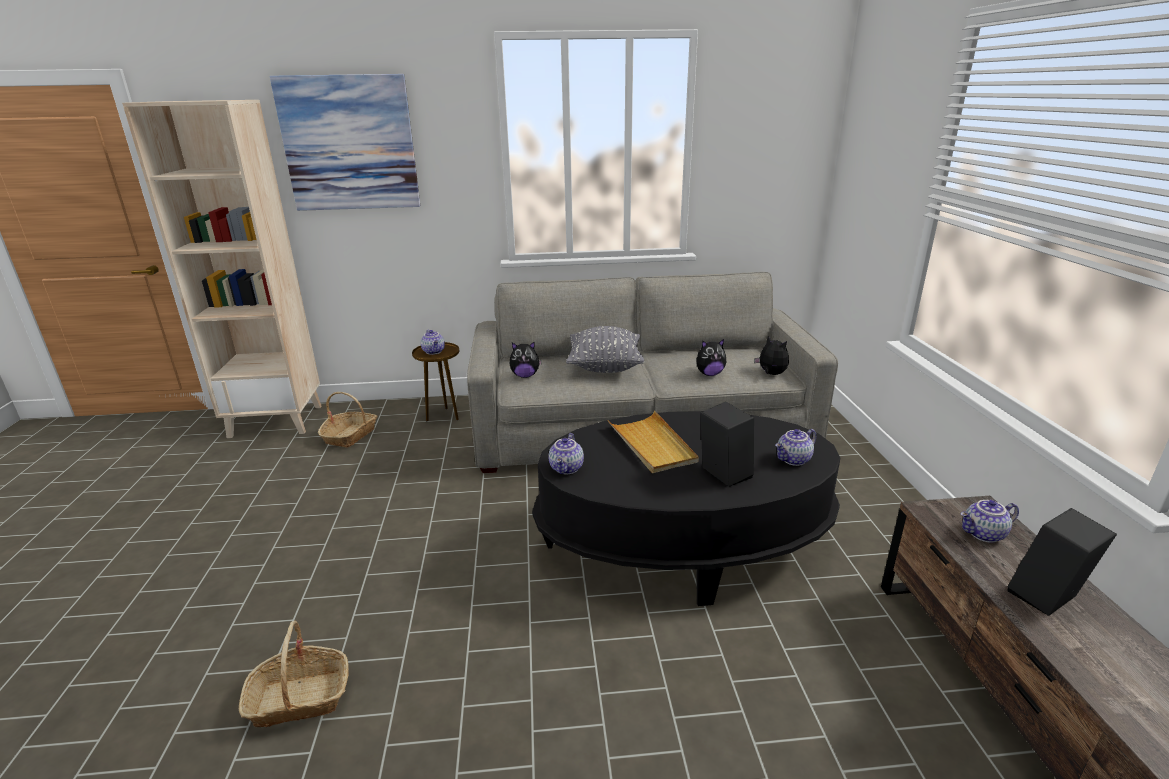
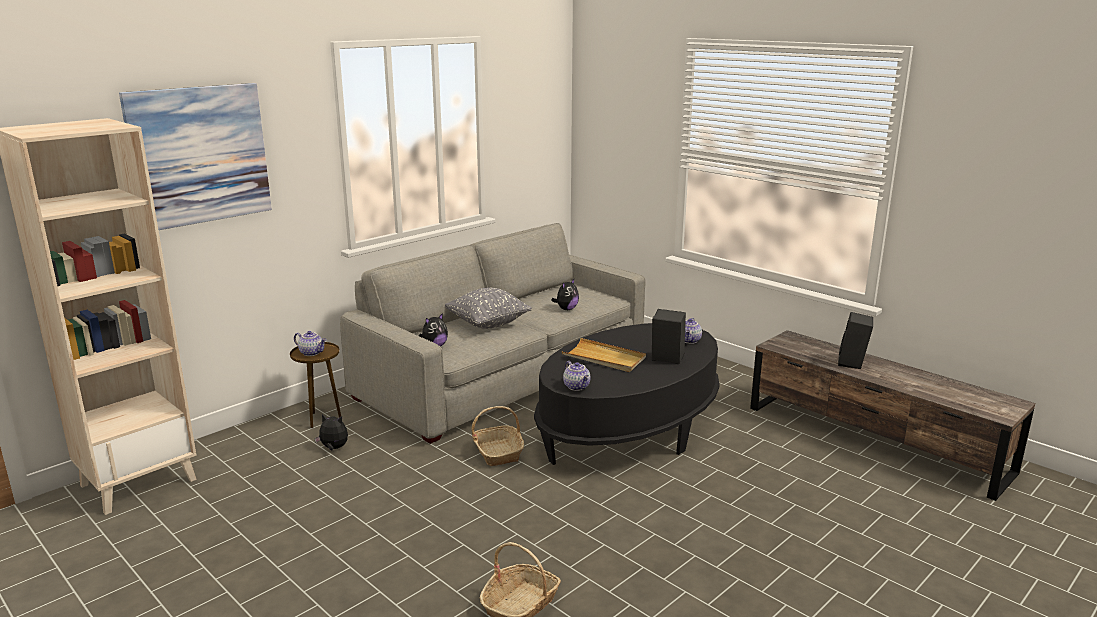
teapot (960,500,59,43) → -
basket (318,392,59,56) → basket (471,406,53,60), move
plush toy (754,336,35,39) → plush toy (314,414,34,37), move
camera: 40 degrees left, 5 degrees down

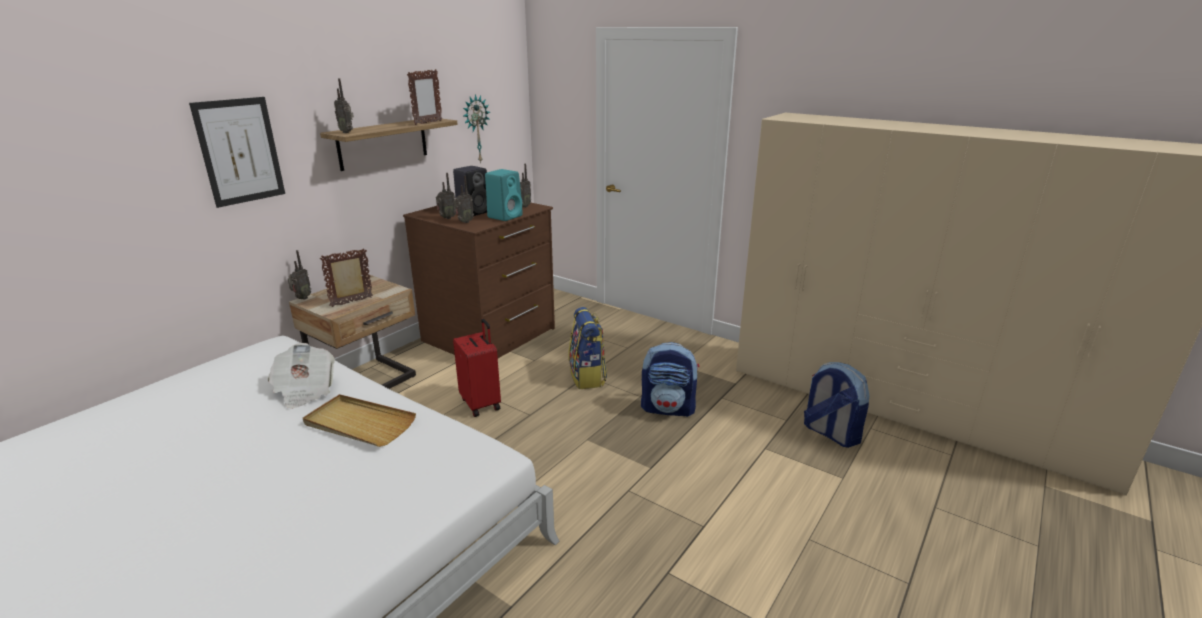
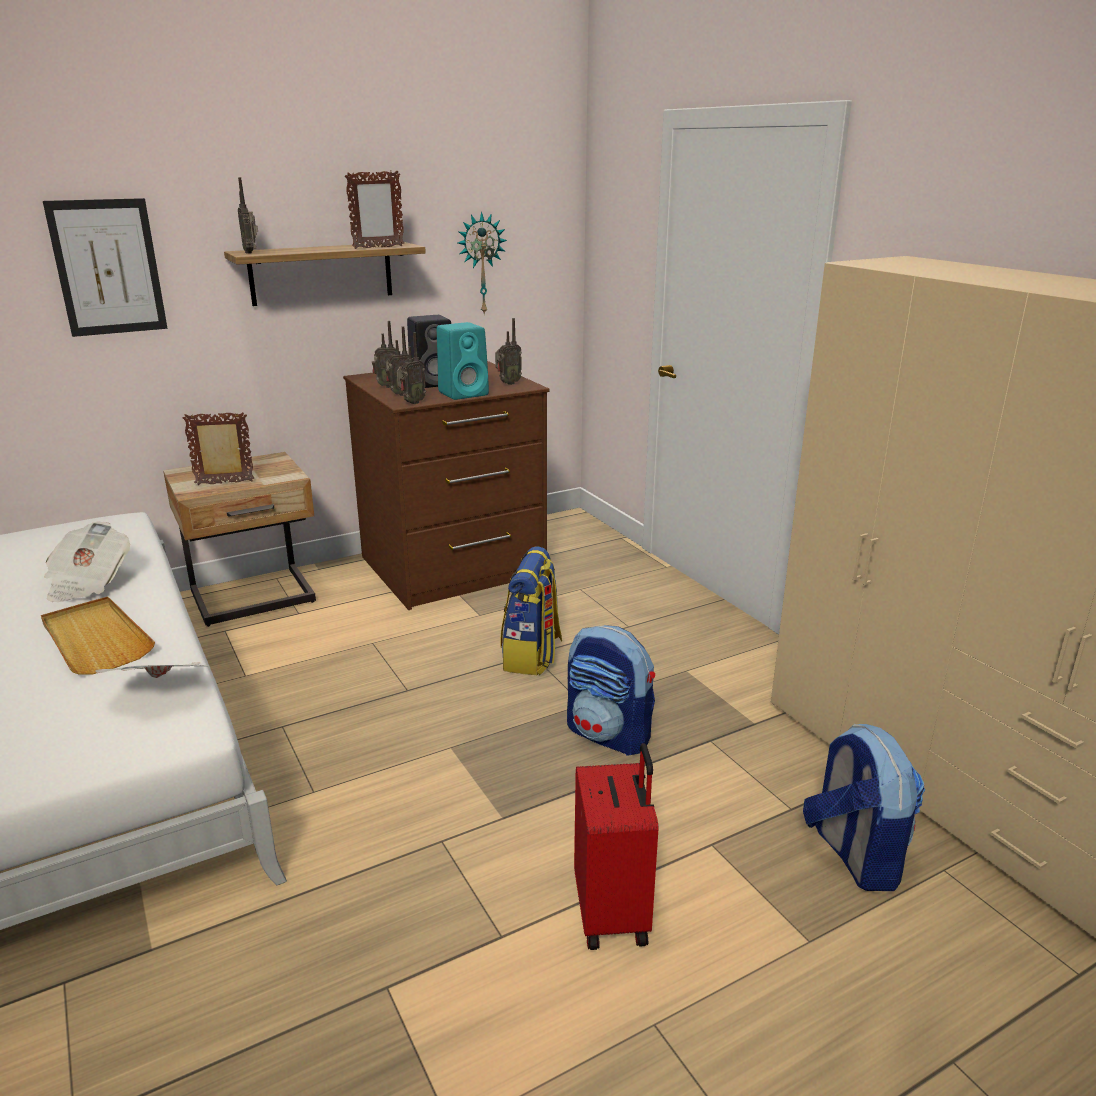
- → newspaper (95,662,114,16)
radio (288,250,23,50) → radio (397,332,29,72), move
red suitcase (453,319,48,98) → red suitcase (574,743,84,207), move
camera: 25 degrees right, 0 degrees up

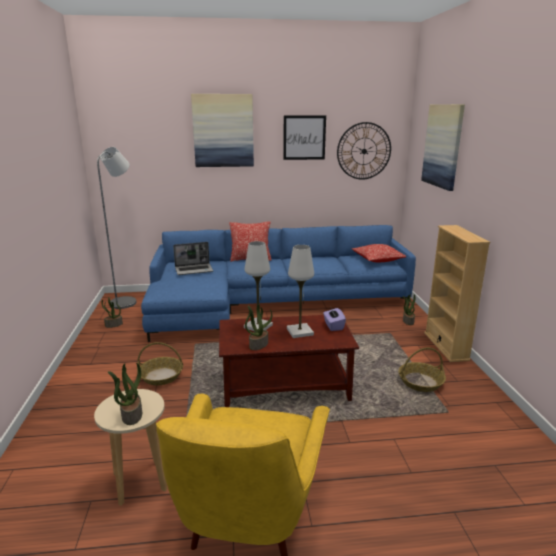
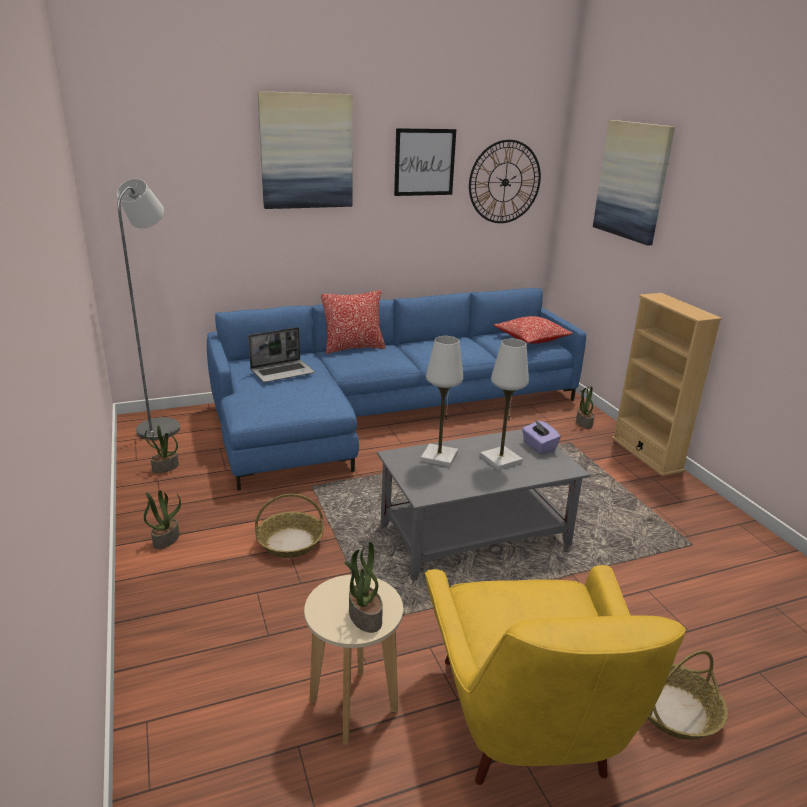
potted plant (245,304,27,46) → potted plant (144,490,37,59), move
basket (398,348,48,44) → basket (647,650,81,90), move
brown coffee table (219,315,140,92) → grey coffee table (377,429,213,152)
camera: 15 degrees left, 5 degrees up

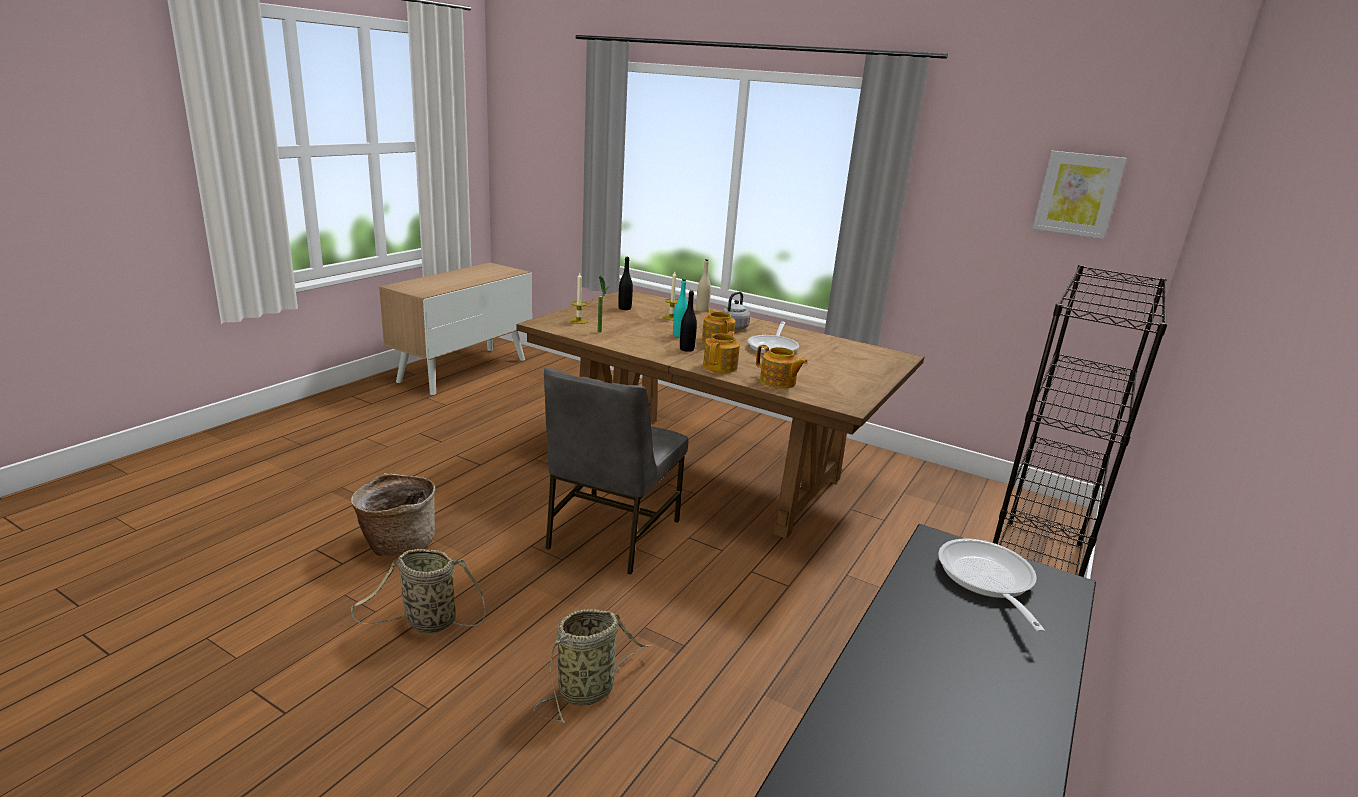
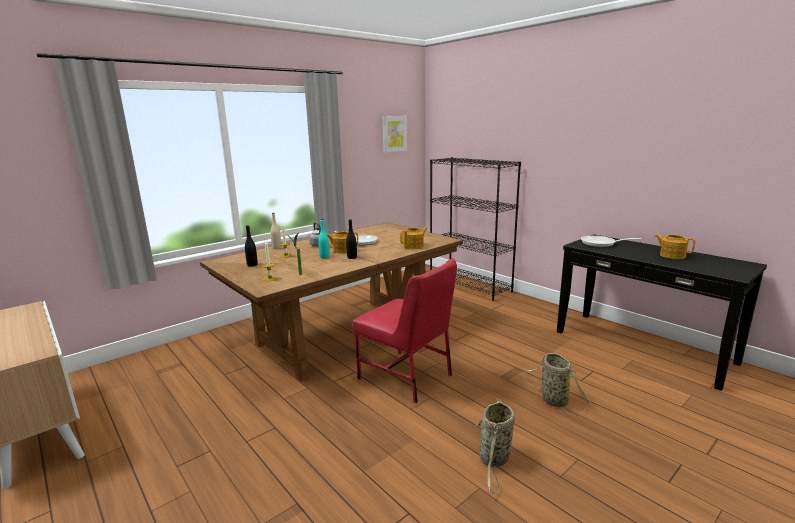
basket (351,473,84,84) → -
teapot (703,331,37,42) → teapot (655,234,40,25), move
grey chair (544,367,145,208) → red chair (353,259,104,144)
camera: 70 degrees left, 5 degrees down

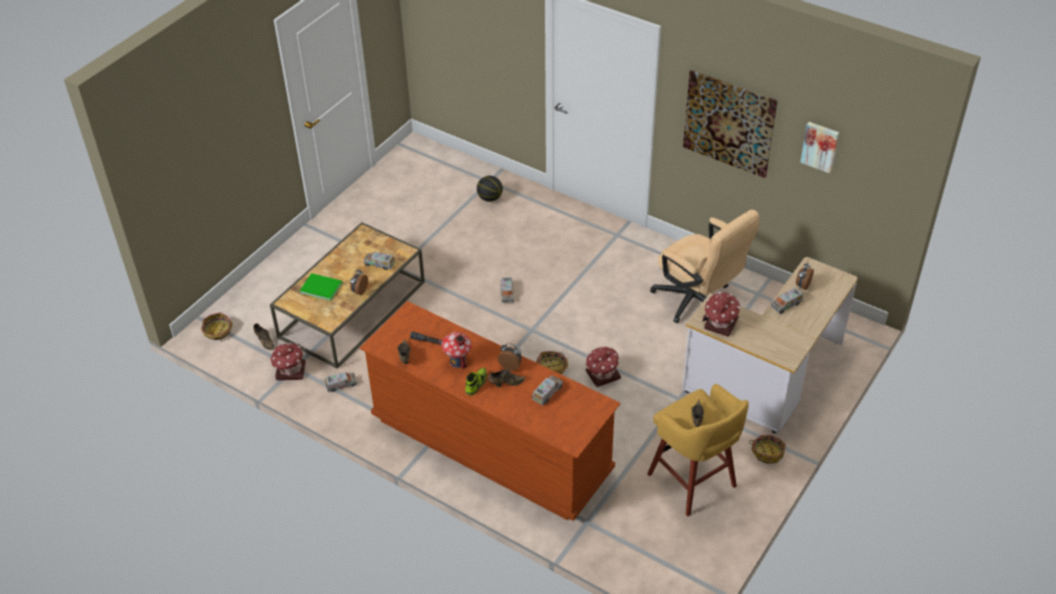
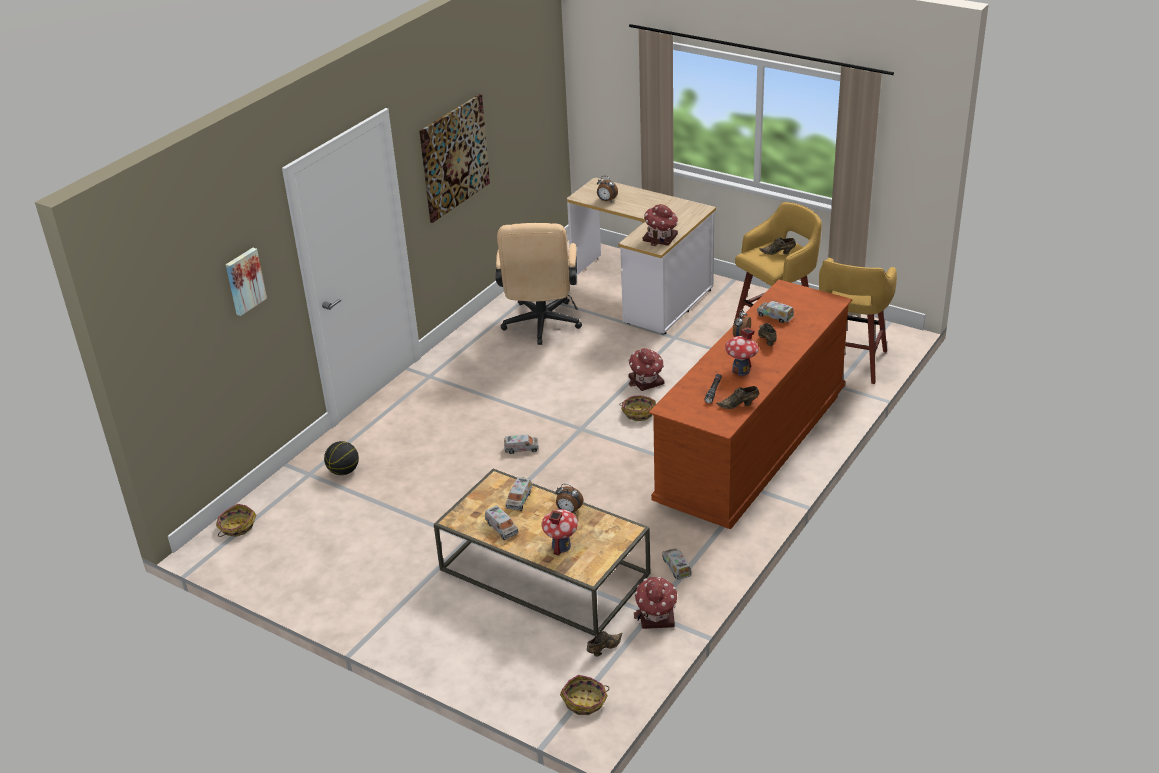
shoe (465,368,22,28) → -
- → yellow stool (819,257,78,127)
basket (749,435,37,29) → basket (216,504,40,33), move
toy truck (770,288,33,26) → toy truck (485,505,33,35), move
picture (800,122,39,51) → picture (226,248,41,68), move
green book (300,273,43,28) → toy house (541,509,37,46)
beige office chair (650,210,110,113) → beige office chair (495,223,87,122), 135 degrees clockwise
camera: 90 degrees left, 10 degrees down

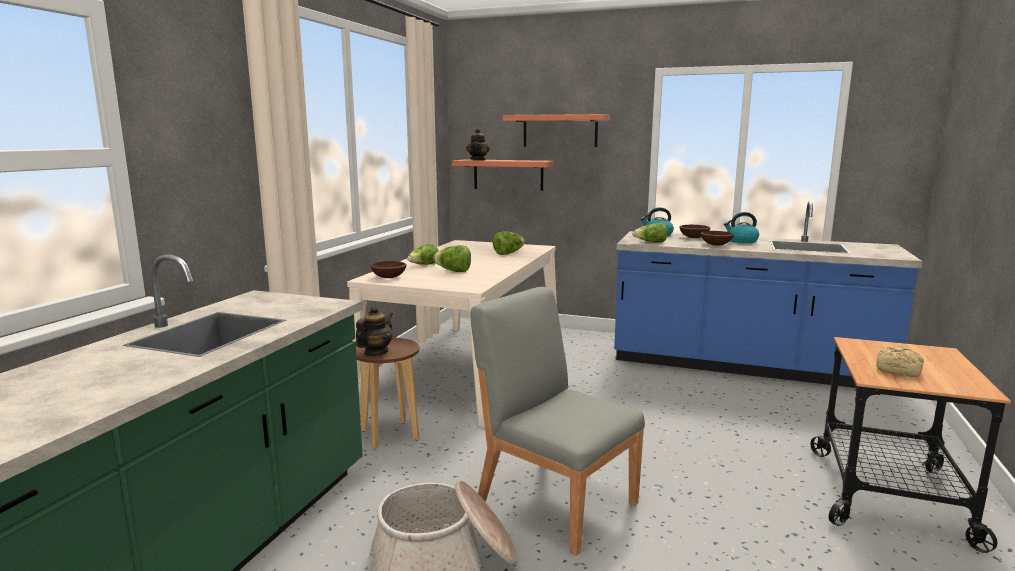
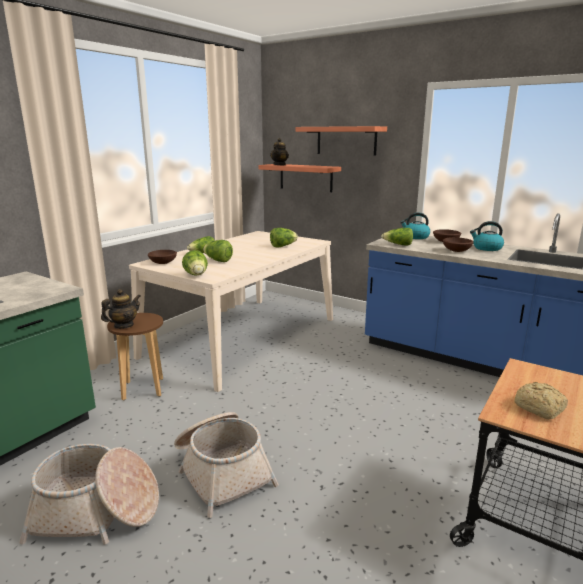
- → lettuce (182,250,26,26)
grey chair (470,287,175,269) → basket (174,412,105,106)
camera: 15 degrees right, 5 degrees up

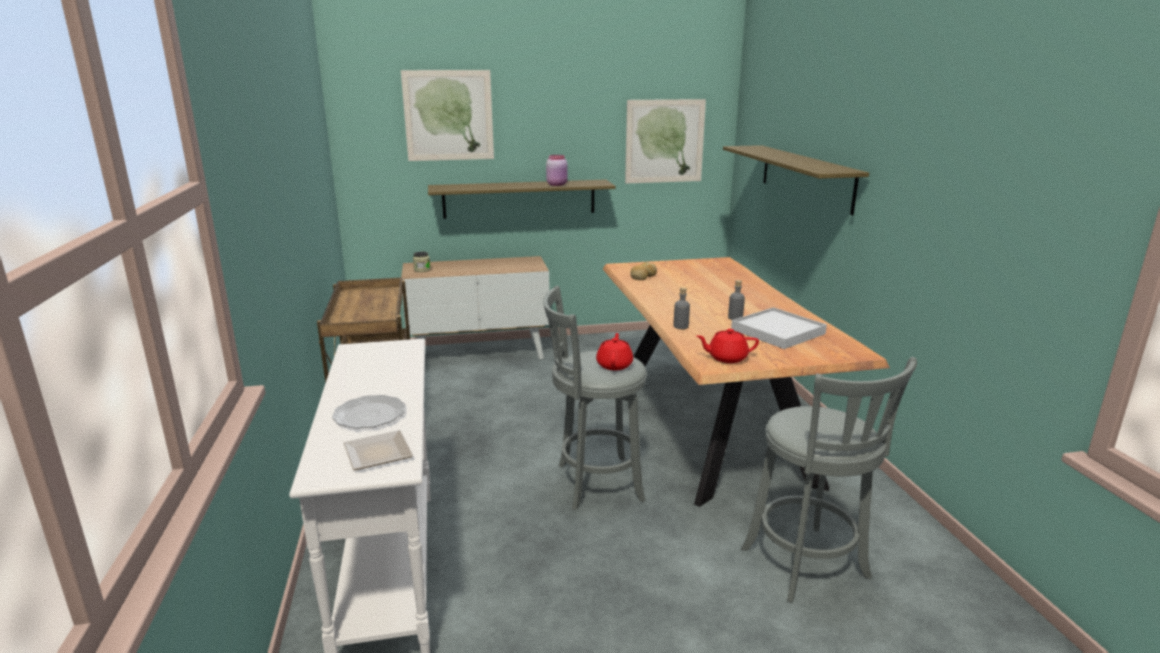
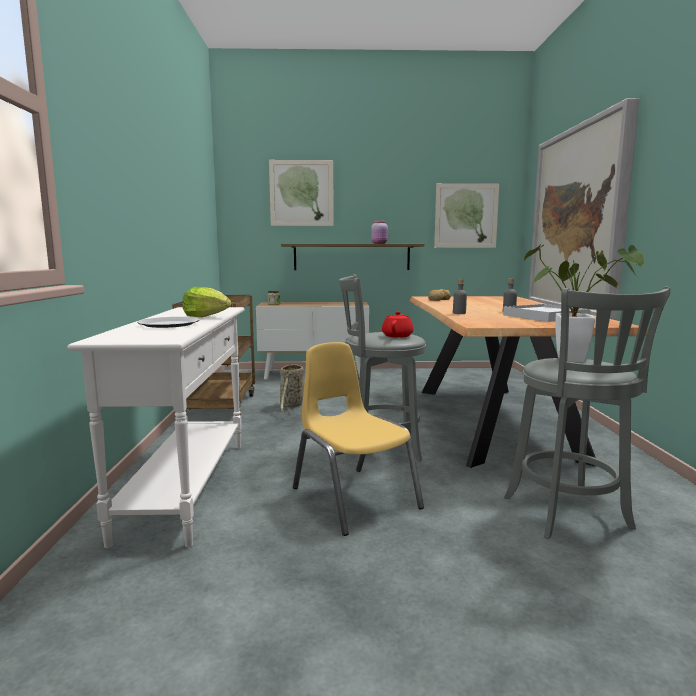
plate (344,430,69,41) → -
red teapot (697,329,62,34) → -
- → lettuce (183,287,48,30)
- → basket (280,364,24,49)
- → yellow chair (293,342,131,194)
- → potted plant (524,244,121,119)
shelf (723,145,146,70) → picture (529,98,110,222)
camera: 10 degrees right, 10 degrees down

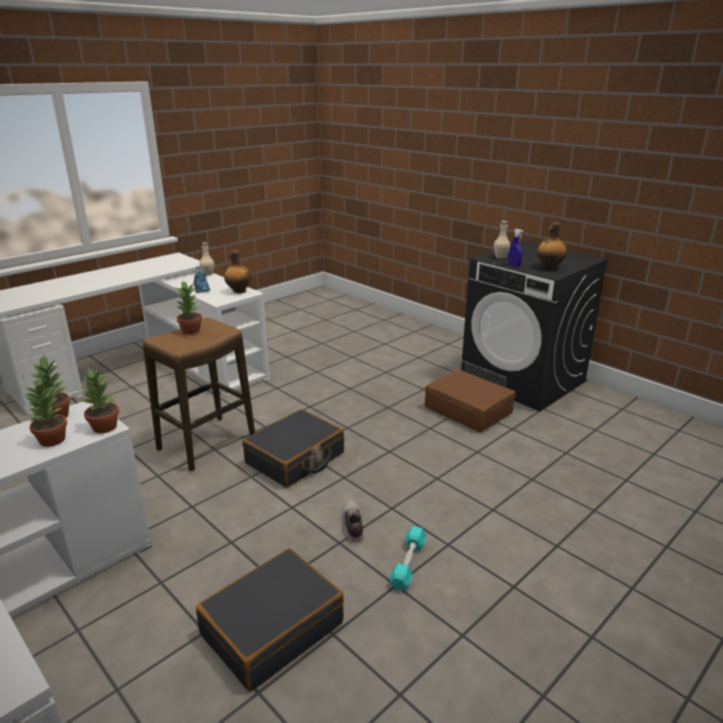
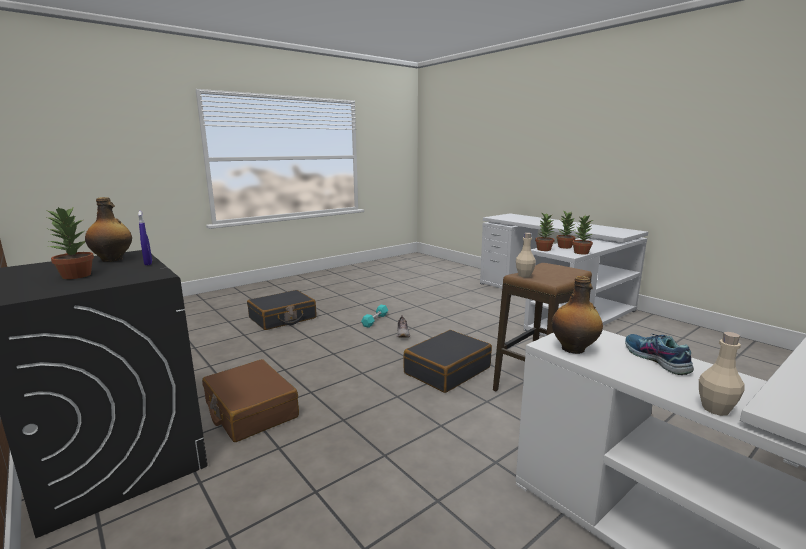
potted plant (176,281,26,53) → potted plant (45,207,49,72), move
black suitcase (196,548,148,143) → black suitcase (247,290,69,40), move
beige bottle (494,221,16,38) → beige bottle (516,233,20,44), move
camera: 175 degrees left, 10 degrees down

